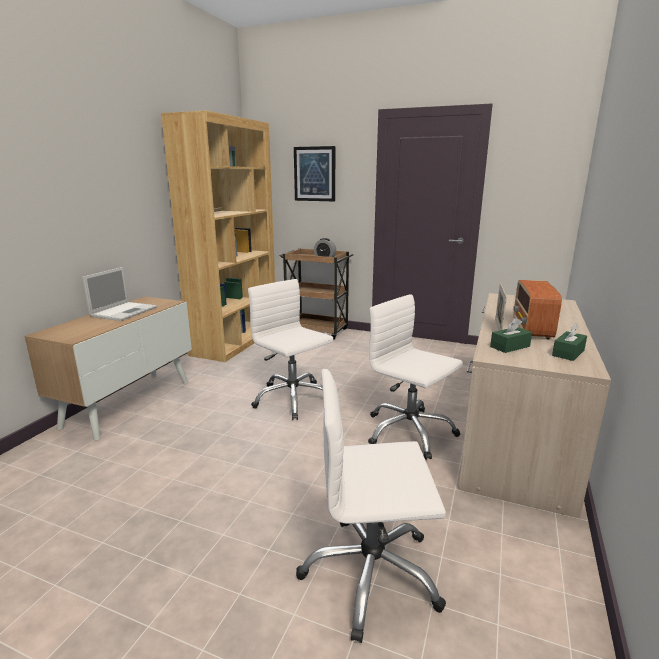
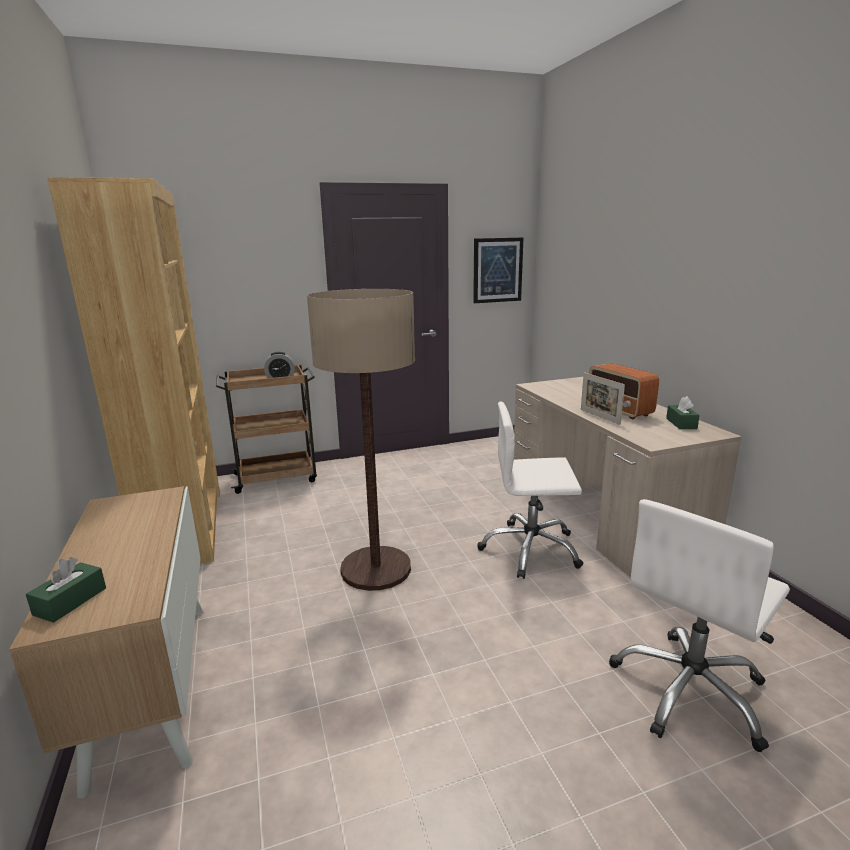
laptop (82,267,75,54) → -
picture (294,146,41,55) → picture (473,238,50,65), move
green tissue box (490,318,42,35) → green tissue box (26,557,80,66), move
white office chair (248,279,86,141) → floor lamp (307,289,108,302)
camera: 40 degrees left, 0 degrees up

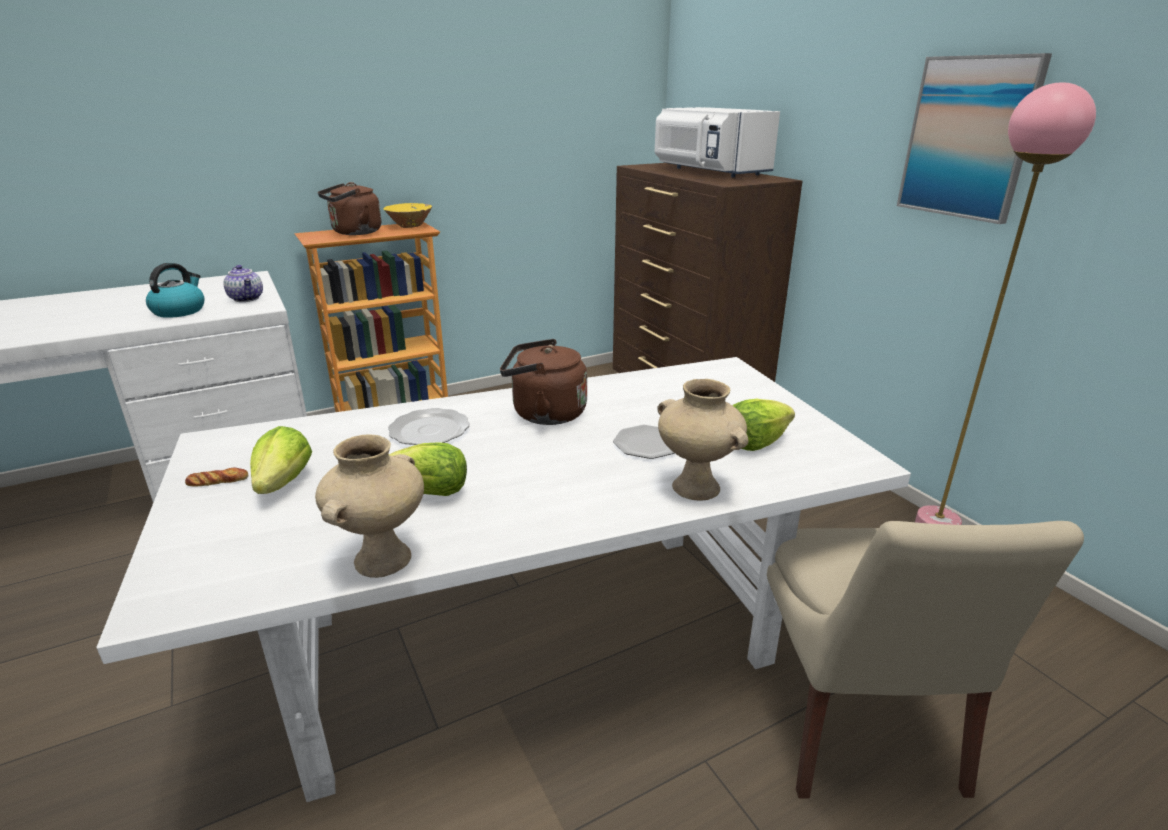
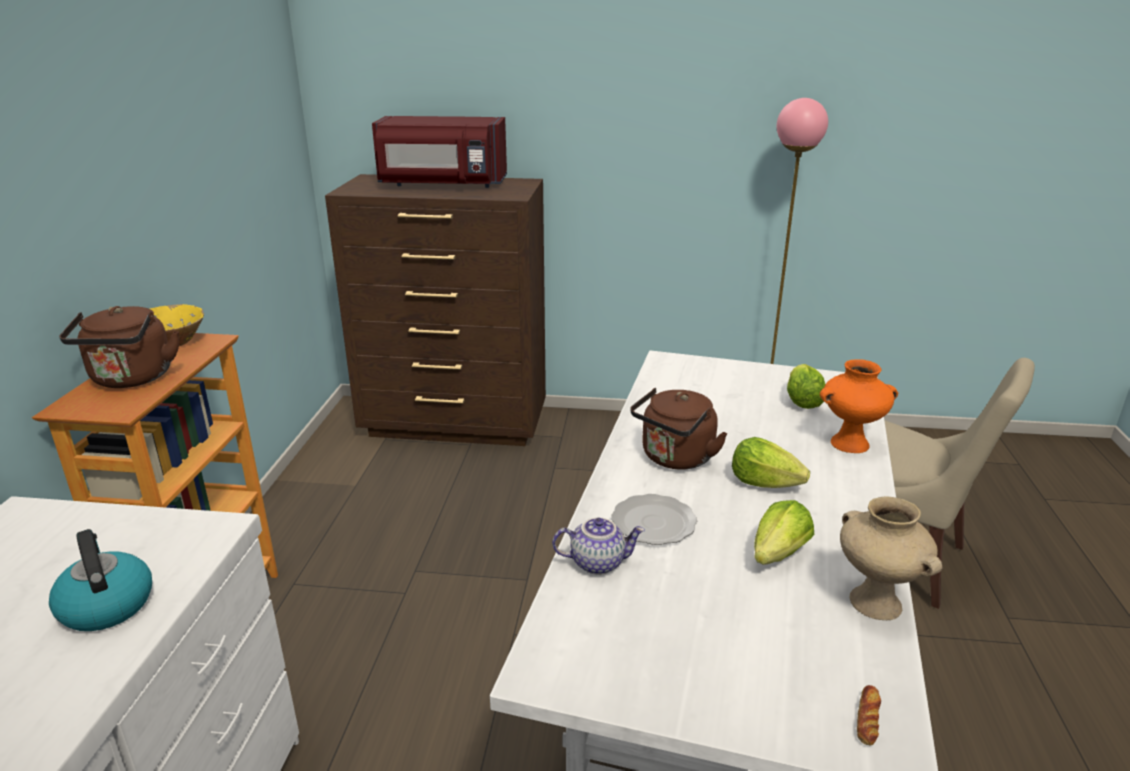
plate (613,425,62,34) → -
picture (897,53,155,171) → -
bread (185,468,64,19) → bread (857,685,24,61), move
teapot (223,265,40,37) → teapot (552,517,93,58), move
lettuce (250,426,62,68) → lettuce (732,437,78,51), move
white microwave (655,107,125,71) → red microwave (372,116,135,72)
beige vase (657,379,92,122) → orange vase (820,359,78,94)
camera: 55 degrees left, 0 degrees up

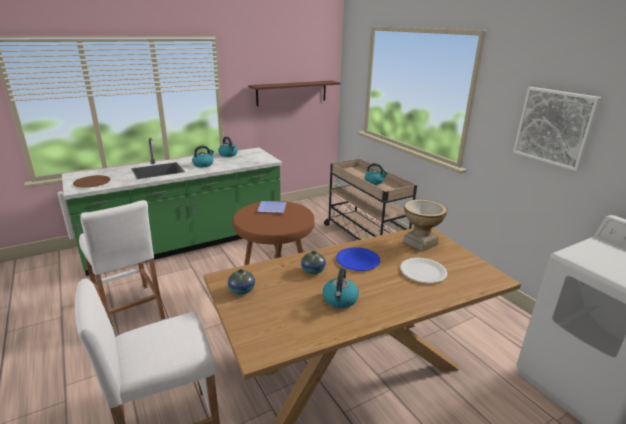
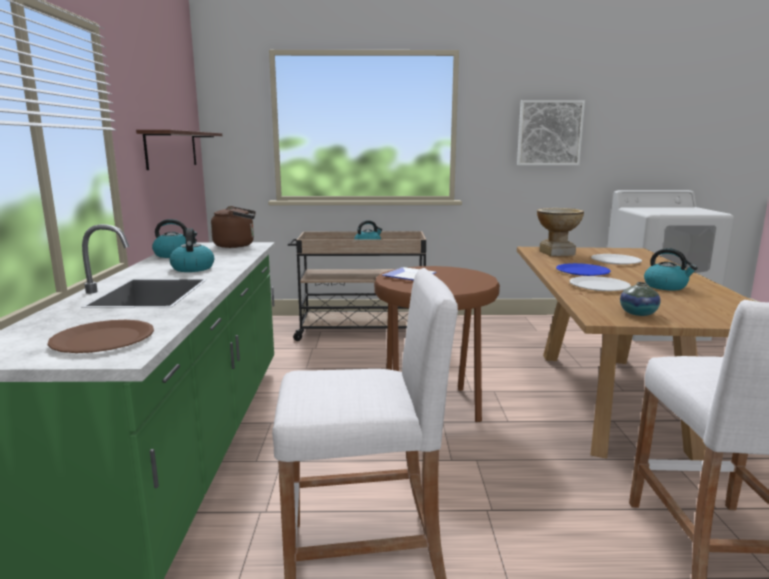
- → brown kettle (211,206,45,42)
vase (301,251,25,23) → white plate (570,276,61,15)
camera: 60 degrees left, 10 degrees down

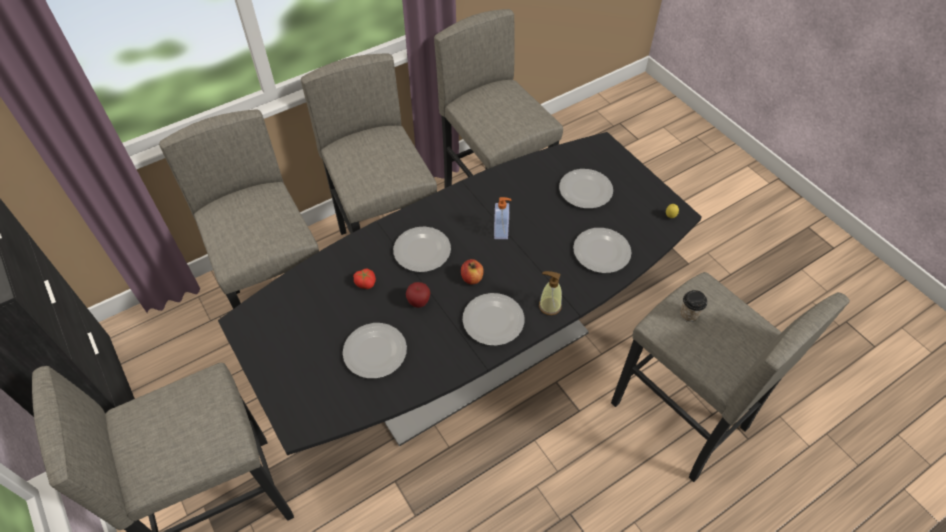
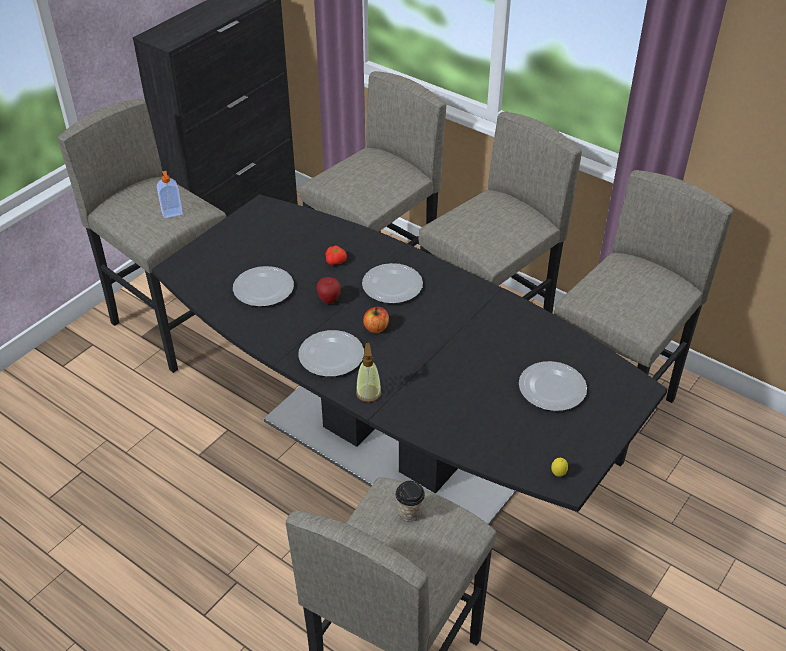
plate (573,228,59,45) → -
soap dispenser (494,197,17,42) → soap dispenser (157,171,26,47), move
camera: 70 degrees right, 10 degrees down

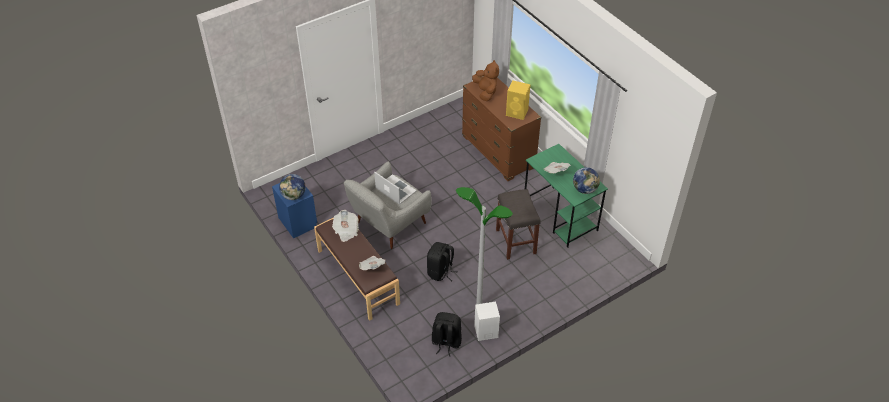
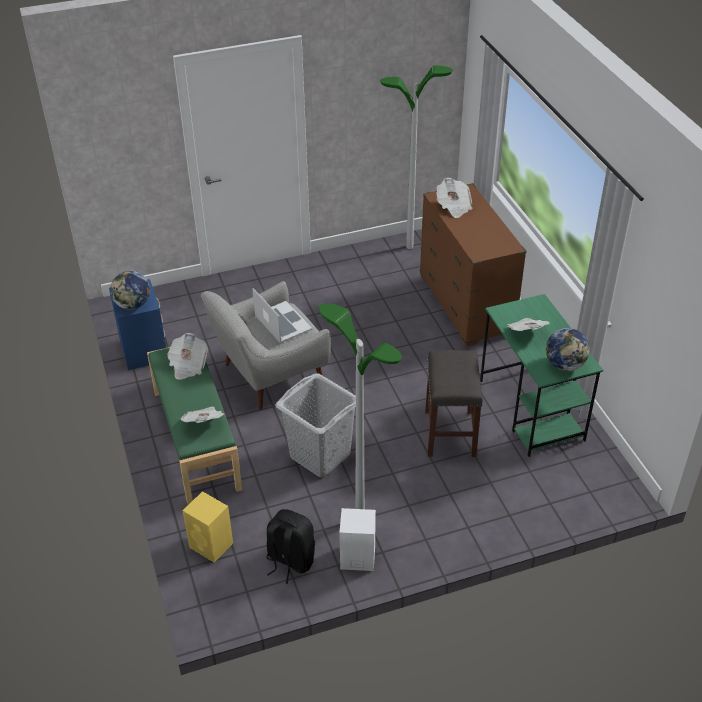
- → floor lamp (380,65,73,184)
yellow speaker (506,80,25,40) → yellow speaker (183,491,50,72), move
black backpack (427,242,31,39) → grey laundry basket (275,373,81,104)
brown plush toy (472,60,27,41) → newspaper (436,178,37,40)
brown bench (314,218,86,103) → green bench (147,347,95,158)
camera: 15 degrees right, 5 degrees down

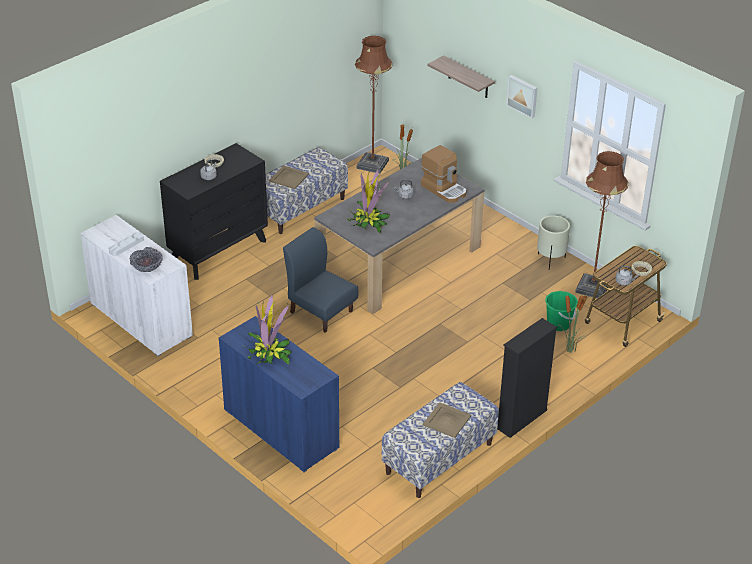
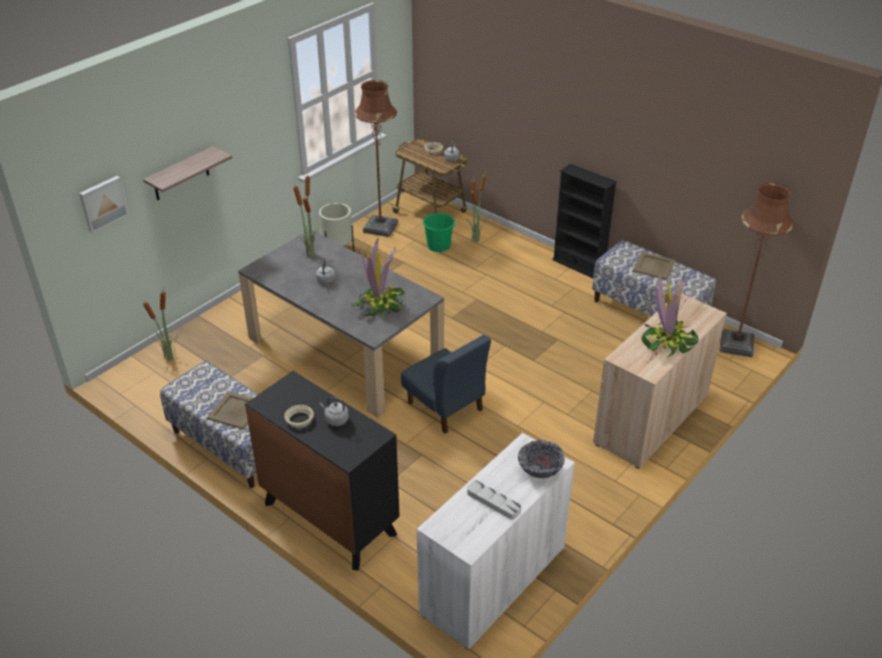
brown floor lamp (355,36,38,138) → brown floor lamp (720,183,74,175), move
picture (506,75,31,44) → picture (79,176,50,57), move
coffee machine (421,145,46,58) → potted plant (293,174,31,84)
blue cabinet (219,316,120,156) → beige cabinet (593,294,134,175)
blue chair (283,227,75,106) → blue chair (401,335,90,99), 75 degrees counterclockwise
camera: 95 degrees left, 0 degrees up

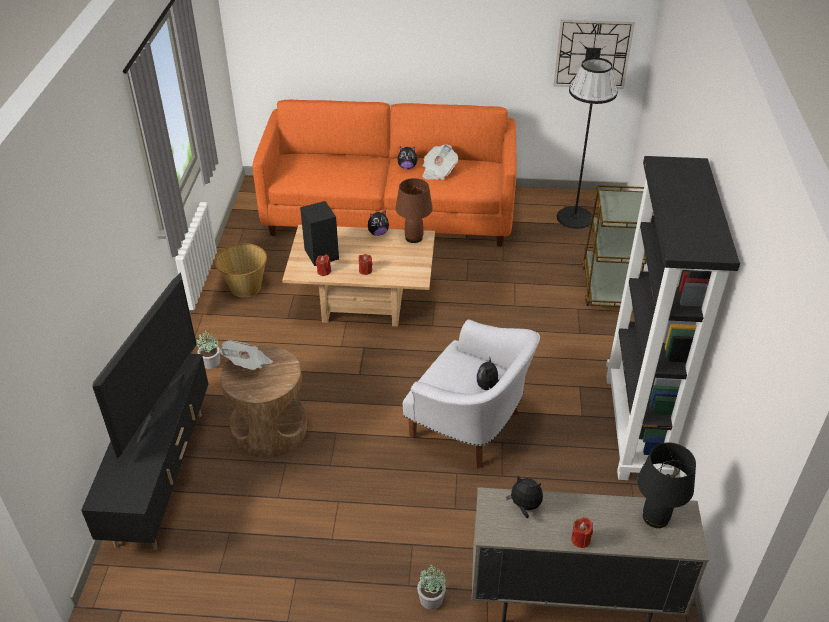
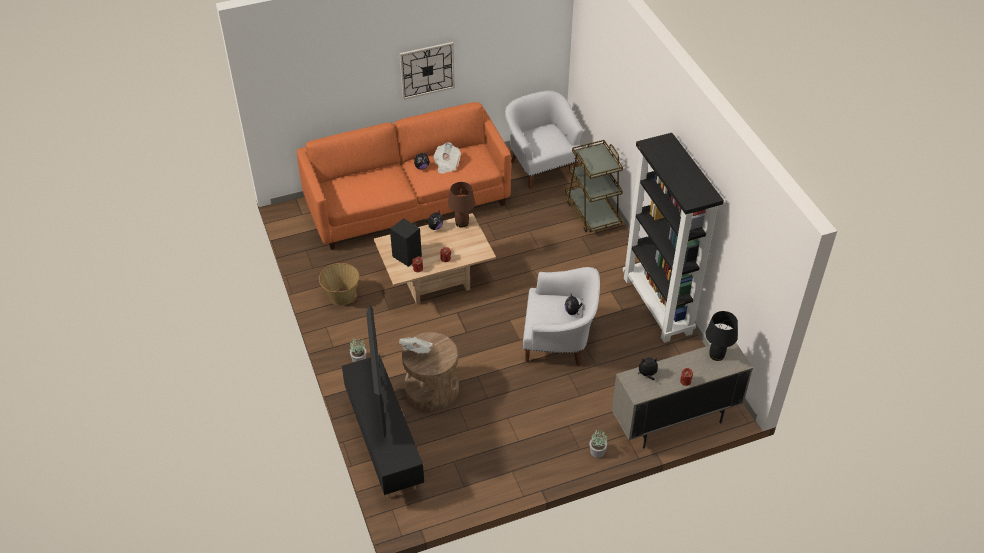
wall clock (553,19,82,70) → wall clock (400,42,55,58), move
black floor lamp (557,57,61,172) → white armchair (505,91,78,98)
camera: 25 degrees left, 5 degrees up

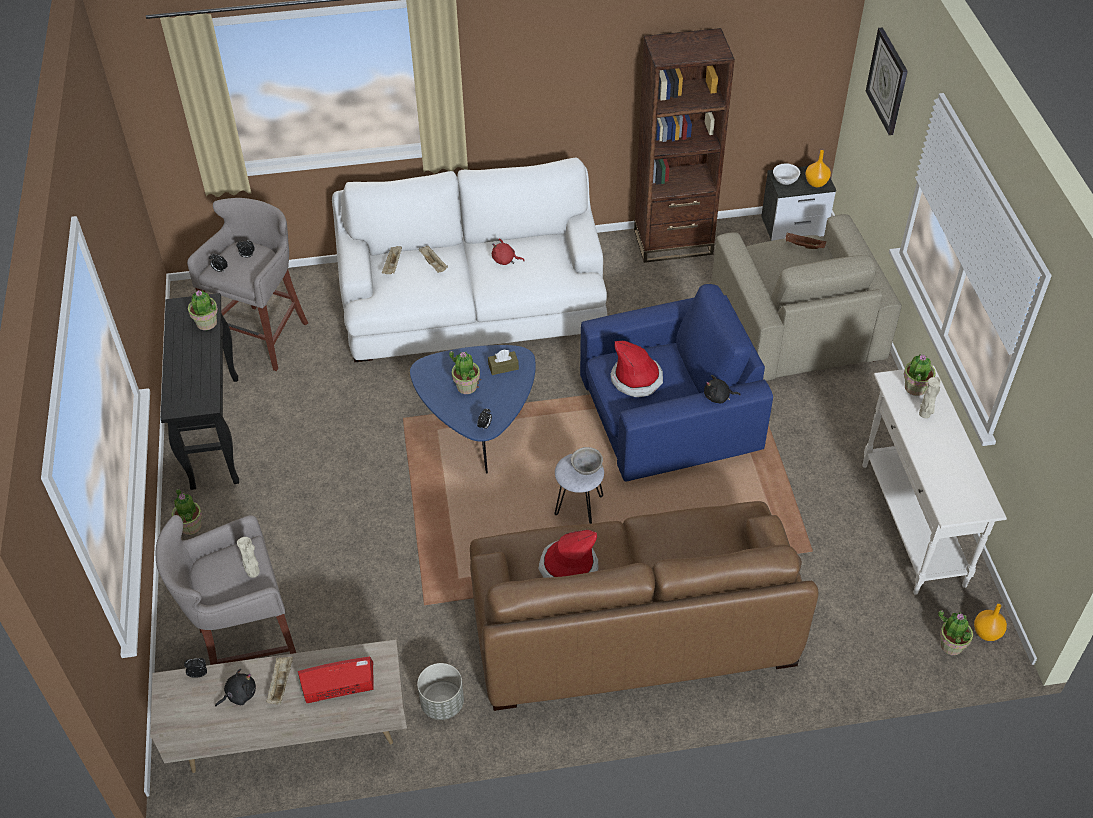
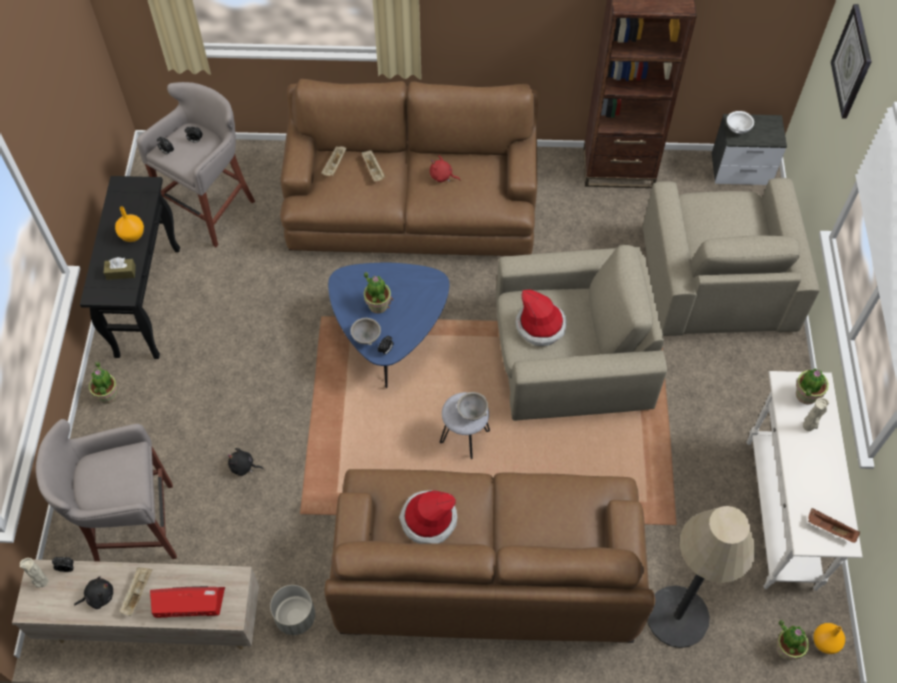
potted plant (188,290,30,40) → -
- → grey bowl (350,318,31,27)
- → floor lamp (647,506,109,142)
beige vase (237,537,23,41) → beige vase (20,558,28,30), move
brown tissue box (488,350,31,25) → brown tissue box (104,257,32,23), move
black plush toy (704,375,37,28) → black plush toy (228,448,36,28), move
brown tray (786,232,40,17) → brown tray (808,508,52,35), move
orange vase (805,150,26,37) → orange vase (115,206,29,36), move
white sofa (332,158,275,204) → brown sofa (280,79,259,177)
blue armchair (580,284,193,198) → beige armchair (496,245,171,176)
camera: 10 degrees right, 10 degrees up

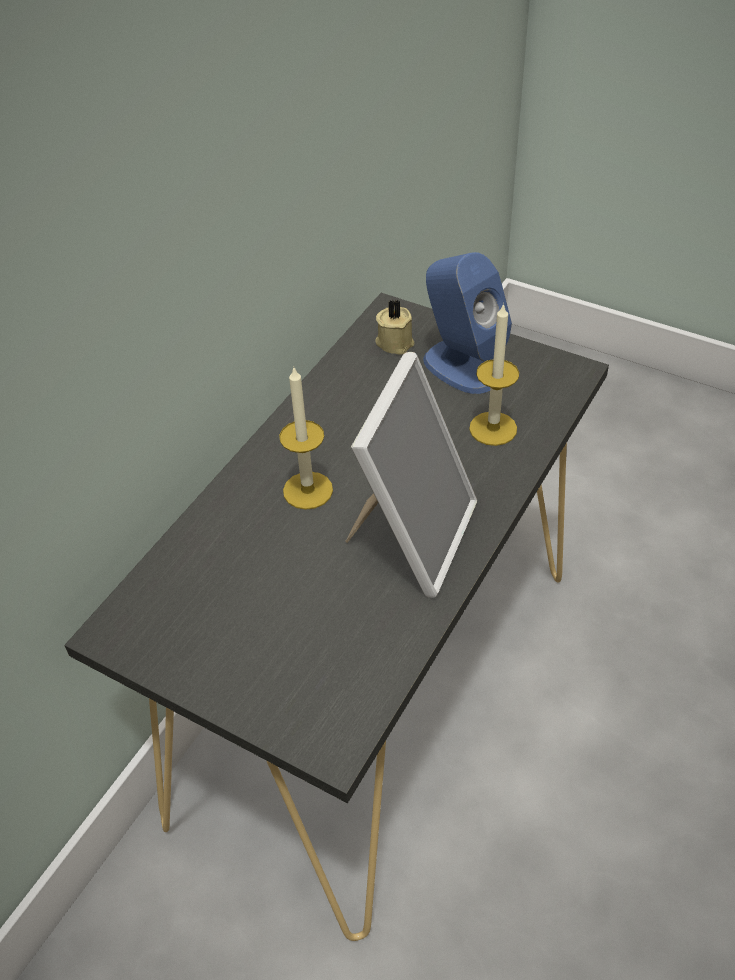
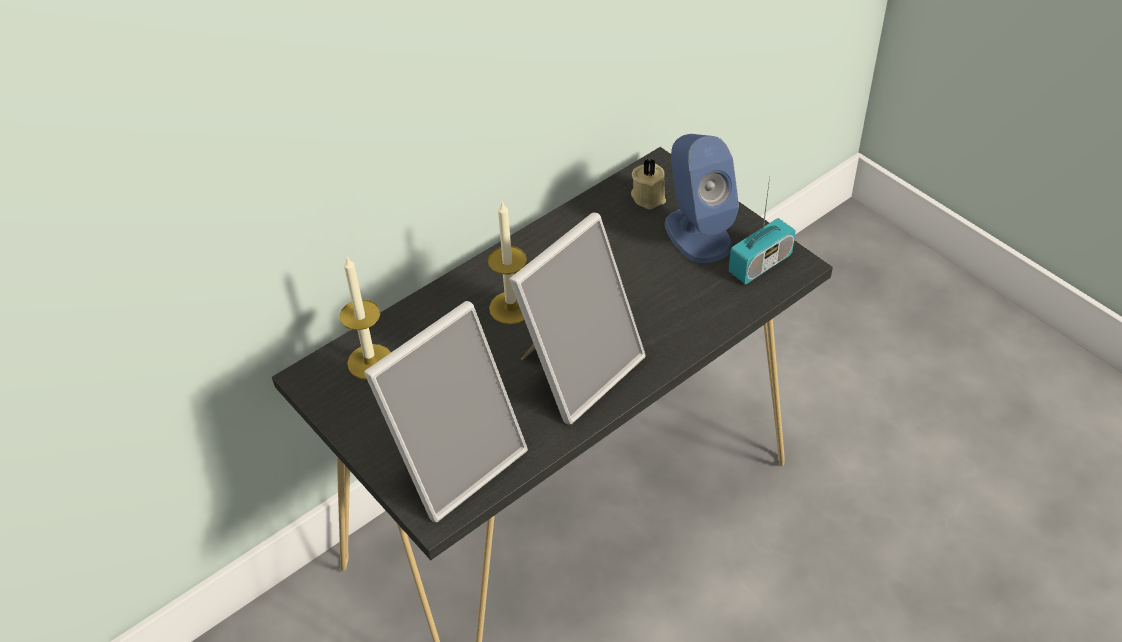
- → picture frame (364,301,164,221)
- → radio (729,177,67,107)
candle (469,303,50,143) → candle (339,256,52,123), move
camera: 20 degrees right, 0 degrees up

